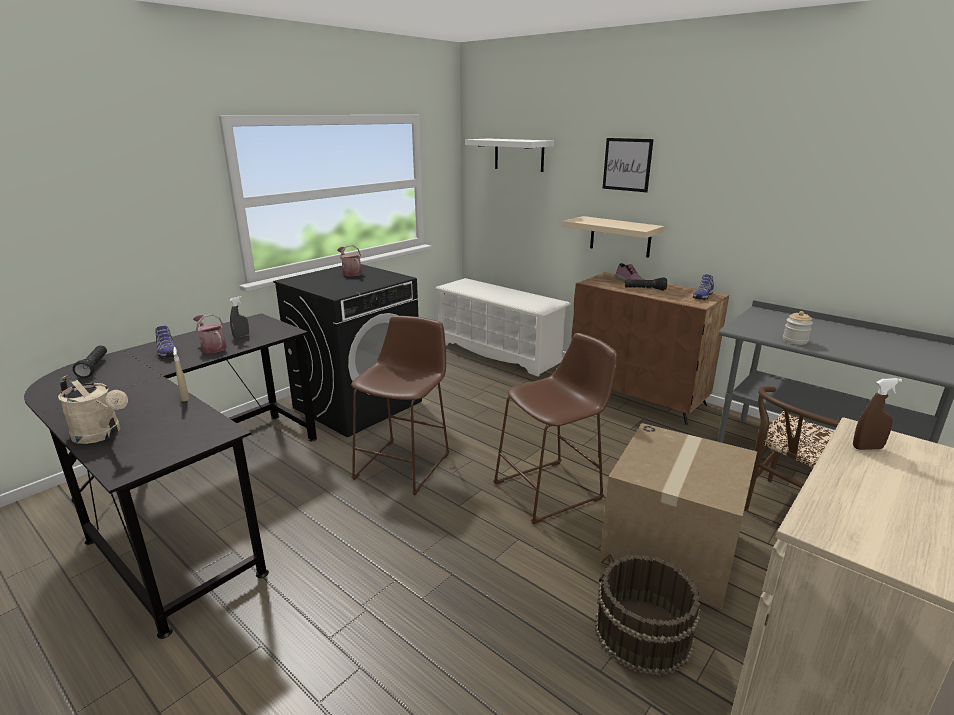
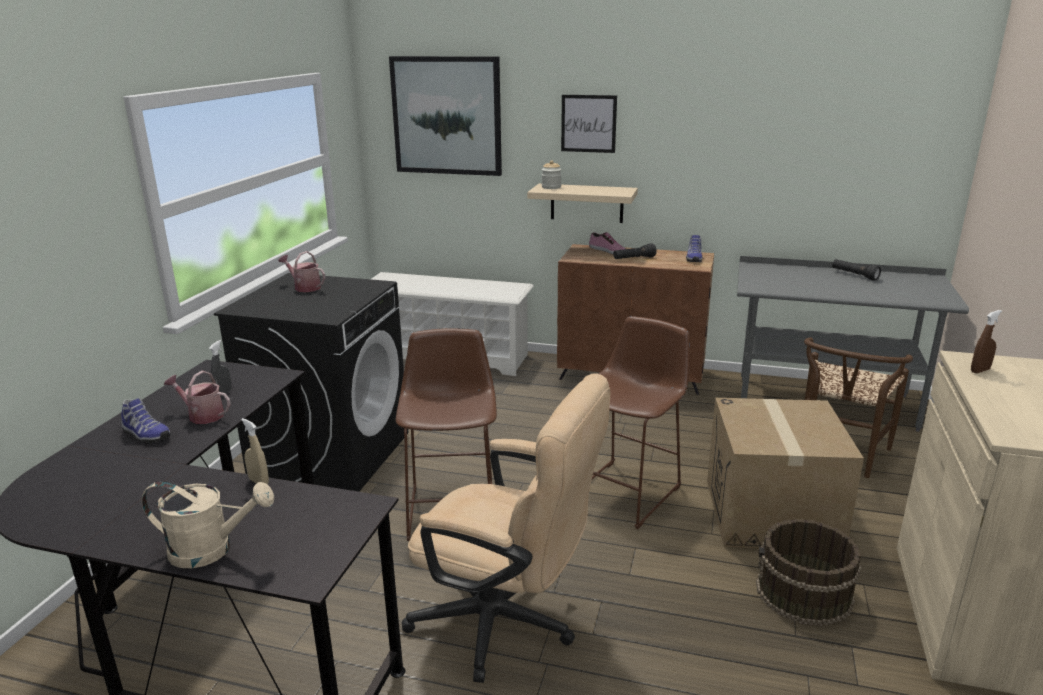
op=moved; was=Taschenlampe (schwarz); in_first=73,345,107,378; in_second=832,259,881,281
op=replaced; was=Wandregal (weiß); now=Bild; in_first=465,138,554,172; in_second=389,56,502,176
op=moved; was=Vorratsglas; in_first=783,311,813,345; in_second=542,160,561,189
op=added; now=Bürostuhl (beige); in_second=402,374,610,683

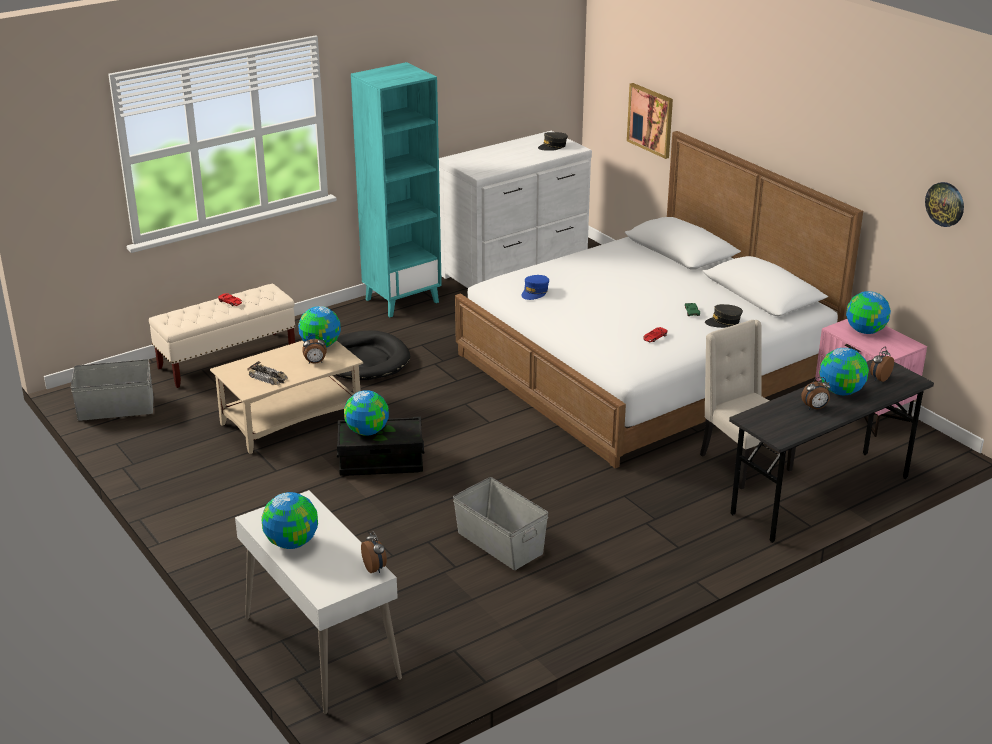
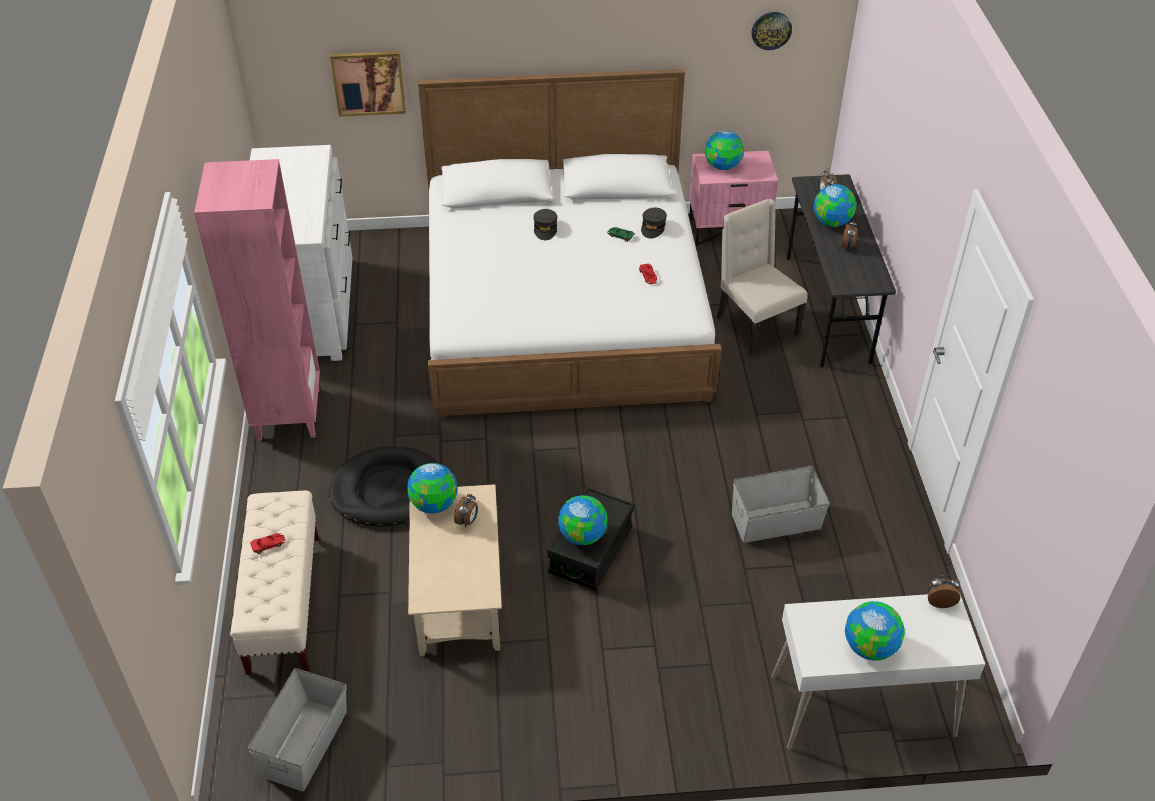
op=removed; was=Spielzeugauto; in_first=247,361,288,385
op=recoloured; was=Bücherregal (türkis); now=Bücherregal (rosa); in_first=351,62,442,317; in_second=194,159,320,441
op=removed; was=Kappe (blau); in_first=521,275,549,300
op=moved; was=Kappe (grau); in_first=538,132,568,151; in_second=533,209,557,240
op=turned; was=Stuhl (beige); in_first=700,320,796,489; in_second=717,199,808,356; clockwise=60

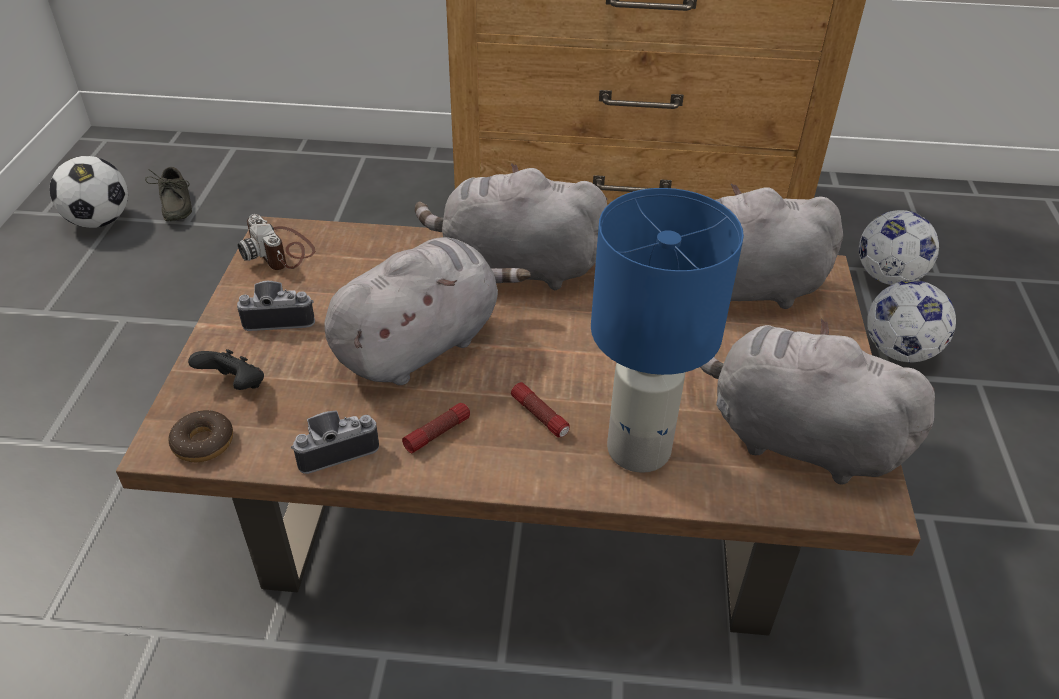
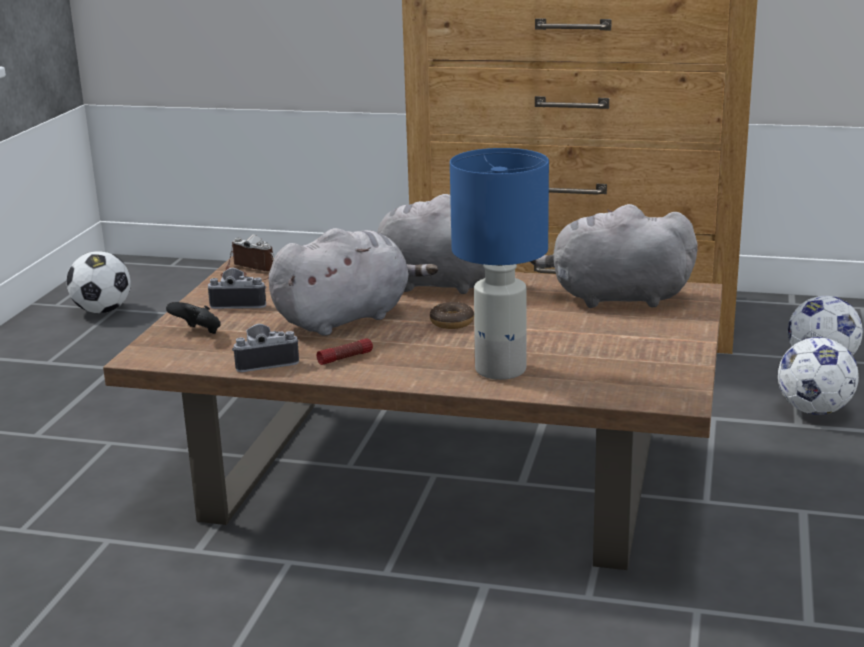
op=removed; was=Schuh (grau); in_first=145,167,192,221
op=moved; was=Donut; in_first=169,410,233,462; in_second=430,302,474,329
op=turned; was=Kamera; in_first=238,214,315,270; in_second=221,234,275,280; clockwise=150
op=removed; was=Taschenlampe; in_first=511,382,570,437
op=removed; was=Plüschtier (grau); in_first=700,319,935,485

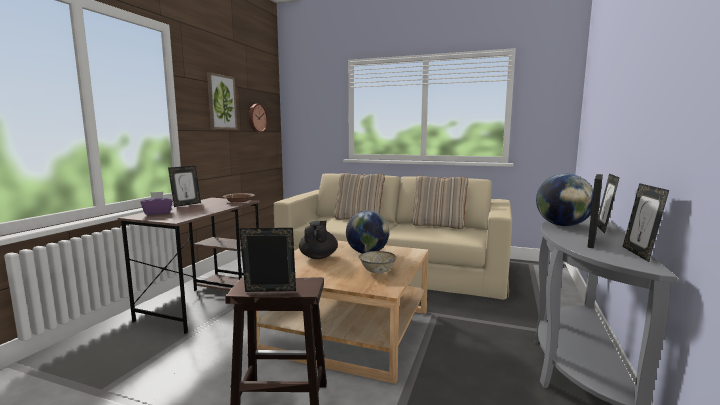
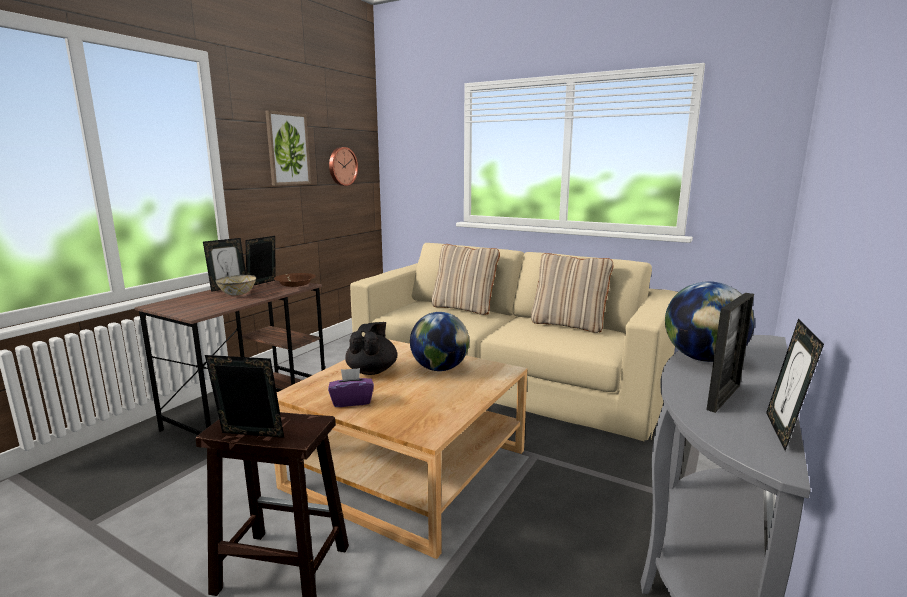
op=moved; was=Taschentuchbox (lila); in_first=141,192,173,215; in_second=328,368,374,407
op=moved; was=Schüssel; in_first=359,251,396,273; in_second=215,275,256,295
op=moved; was=Bilderrahmen; in_first=597,174,619,234; in_second=245,236,275,285

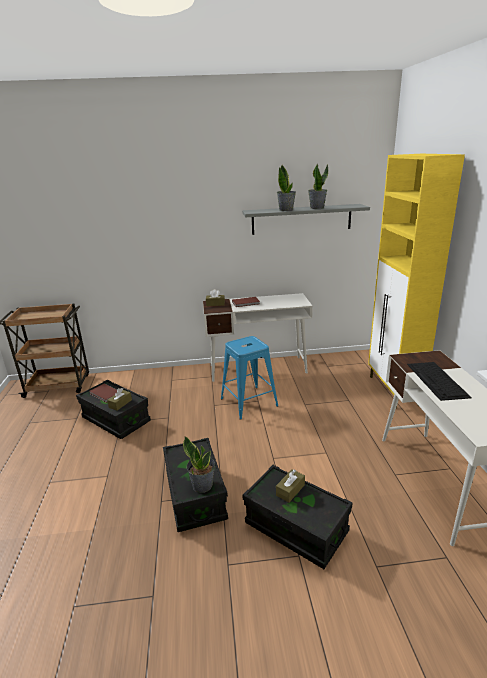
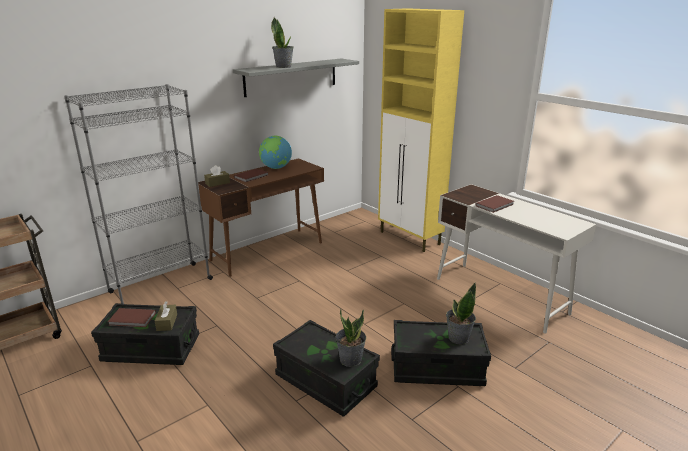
op=recoloured; was=Schreibtisch (weiß); now=Schreibtisch (braun); in_first=203,293,313,382; in_second=198,158,324,277
op=removed; was=Hocker (blau); in_first=221,336,278,420
op=removed; was=Taschentuchbox (braun); in_first=276,469,305,502
op=moved; was=Topfpflanze; in_first=308,164,328,209; in_second=446,283,476,345
op=replaced; was=Tastatur; now=Buch (braun); in_first=407,362,472,401; in_second=475,195,514,213
op=added; now=Bücherregal (grau); in_second=64,84,213,304
op=added; now=Globus; in_second=259,136,292,169

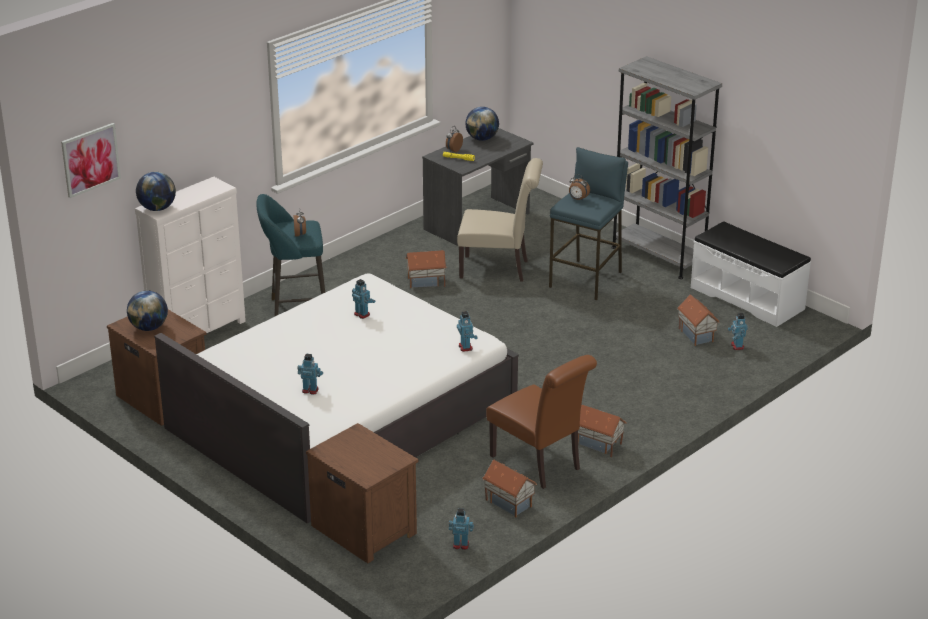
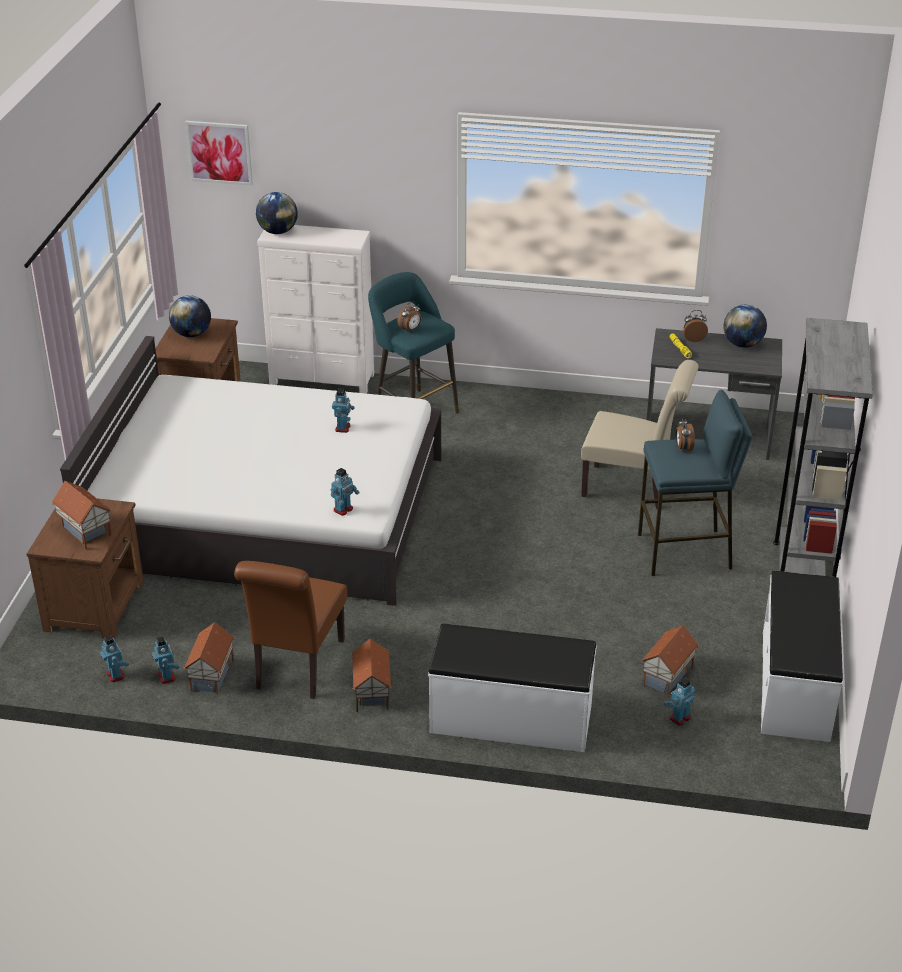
op=moved; was=Spielzeugroboter; in_first=297,353,323,395; in_second=152,637,179,684
op=moved; was=Spielzeughaus; in_first=406,250,447,288; in_second=52,481,112,549
op=turned; was=Stuhl (beige); in_first=457,158,543,282; in_second=581,360,699,509; clockwise=-45
op=added; now=Bank (weiß); in_second=428,624,597,752

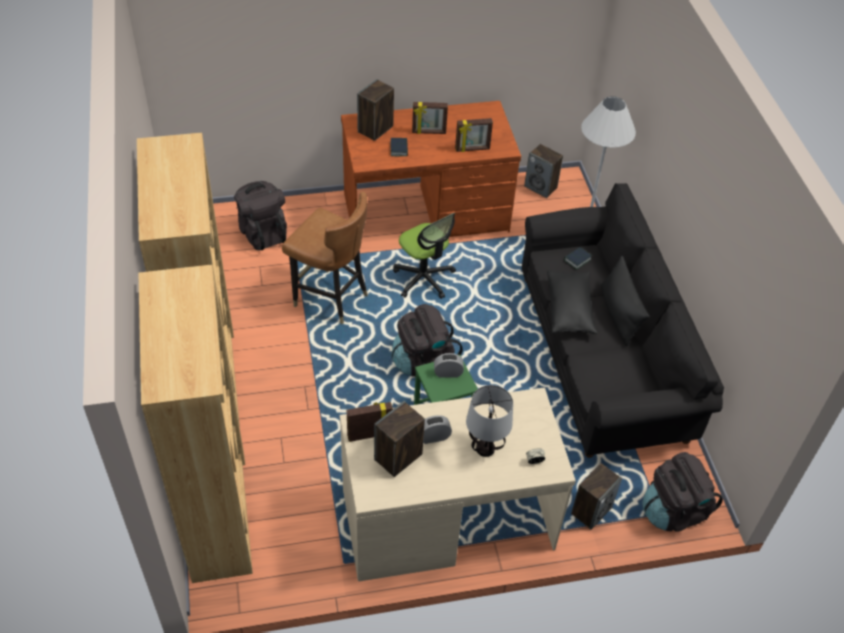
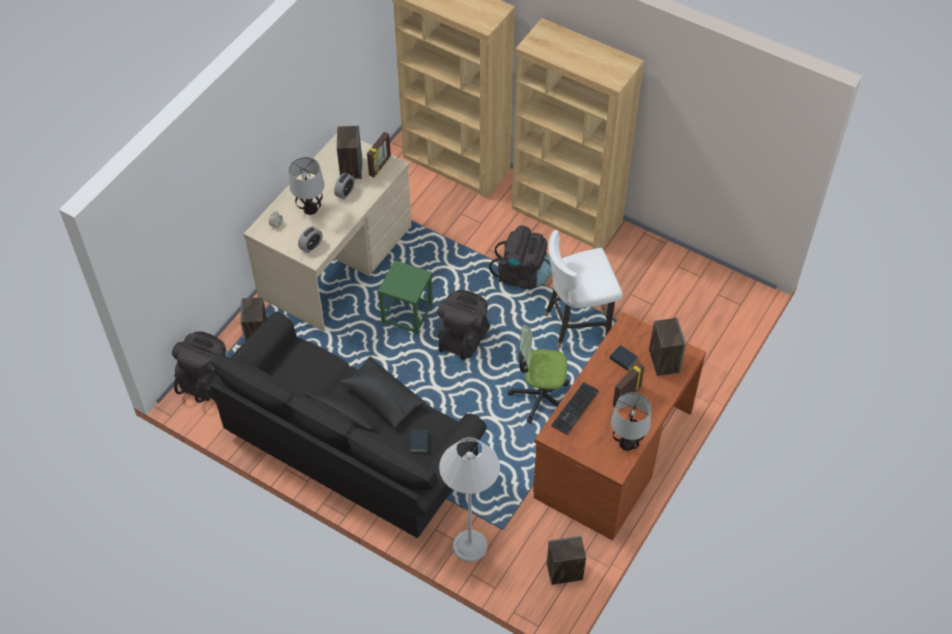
op=moved; was=Rucksack (schwarz); in_first=234,181,287,250; in_second=489,226,552,289
op=recoloured; was=Stuhl (braun); now=Stuhl (weiß); in_first=282,192,368,324; in_second=545,230,623,349
op=moved; was=Wecker; in_first=434,353,464,377; in_second=298,226,323,253
op=replaced; was=Bilderrahmen; now=Tastatur; in_first=455,118,493,152; in_second=551,382,599,435
op=added; now=Tischlampe; in_second=611,392,651,451

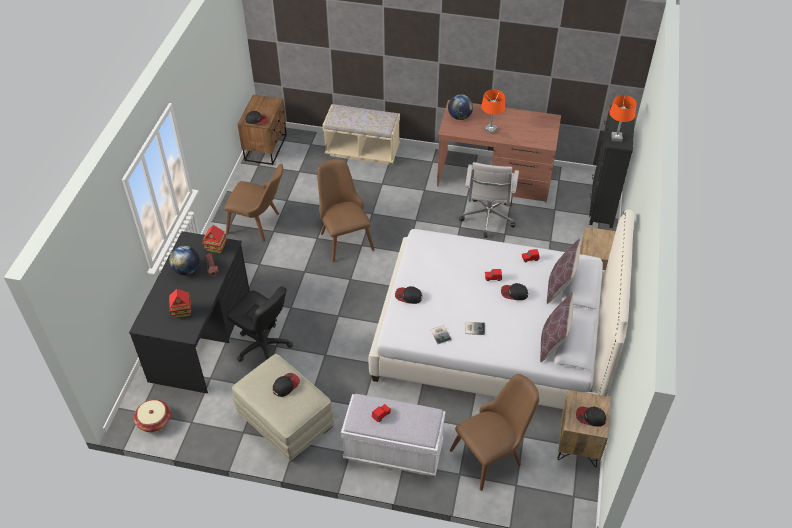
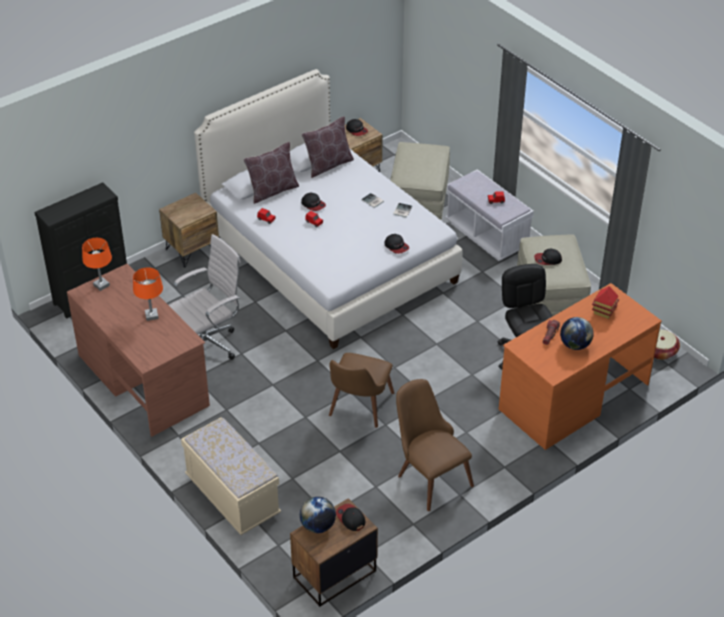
op=recoloured; was=Schreibtisch (schwarz); now=Schreibtisch (orange); in_first=129,231,250,393; in_second=499,283,662,450
op=removed; was=Spielzeughaus; in_first=202,225,227,253
op=moved; was=Globus; in_first=448,94,473,120; in_second=300,497,336,533
op=replaced; was=Stuhl (braun); now=Polsterhocker (beige); in_first=450,374,539,491; in_second=390,142,450,220
op=moved; was=Tischlampe (orange); in_first=610,95,637,142; in_second=82,238,112,291

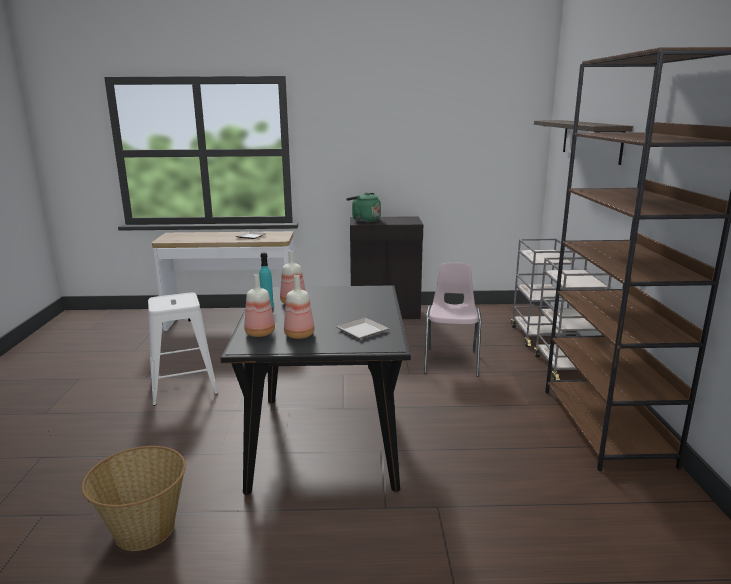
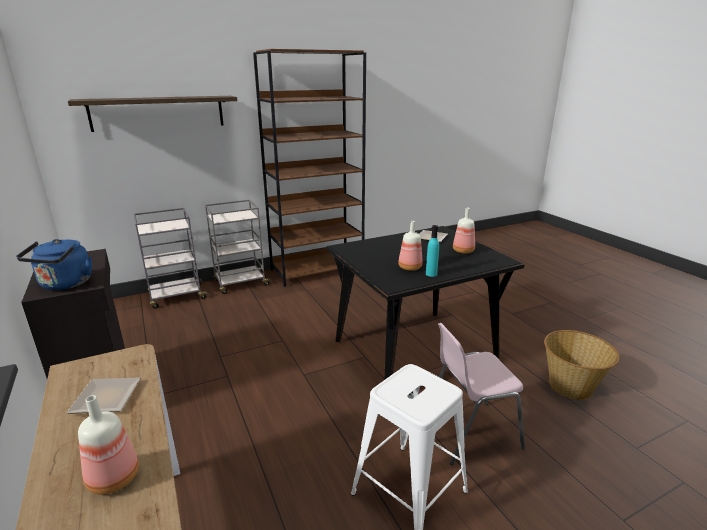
op=moved; was=Flasche; in_first=244,274,275,337; in_second=78,395,139,495
op=recoloured; was=Wasserkessel (grün); now=Wasserkessel (blau); in_first=346,192,381,222; in_second=16,239,92,290
op=moved; was=Stuhl (rosa); in_first=424,262,481,377; in_second=438,323,525,465

